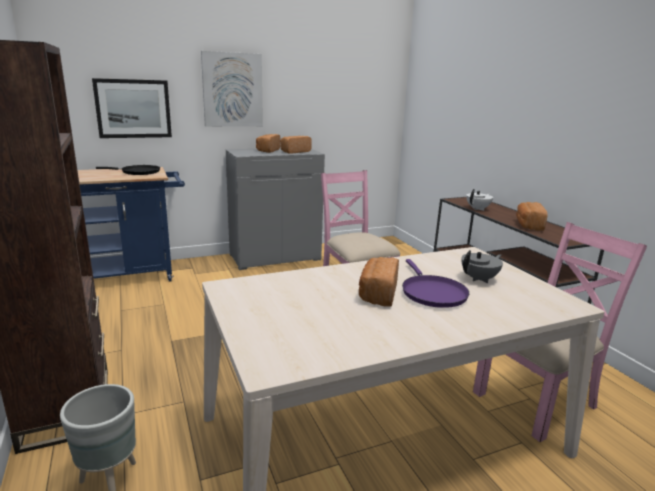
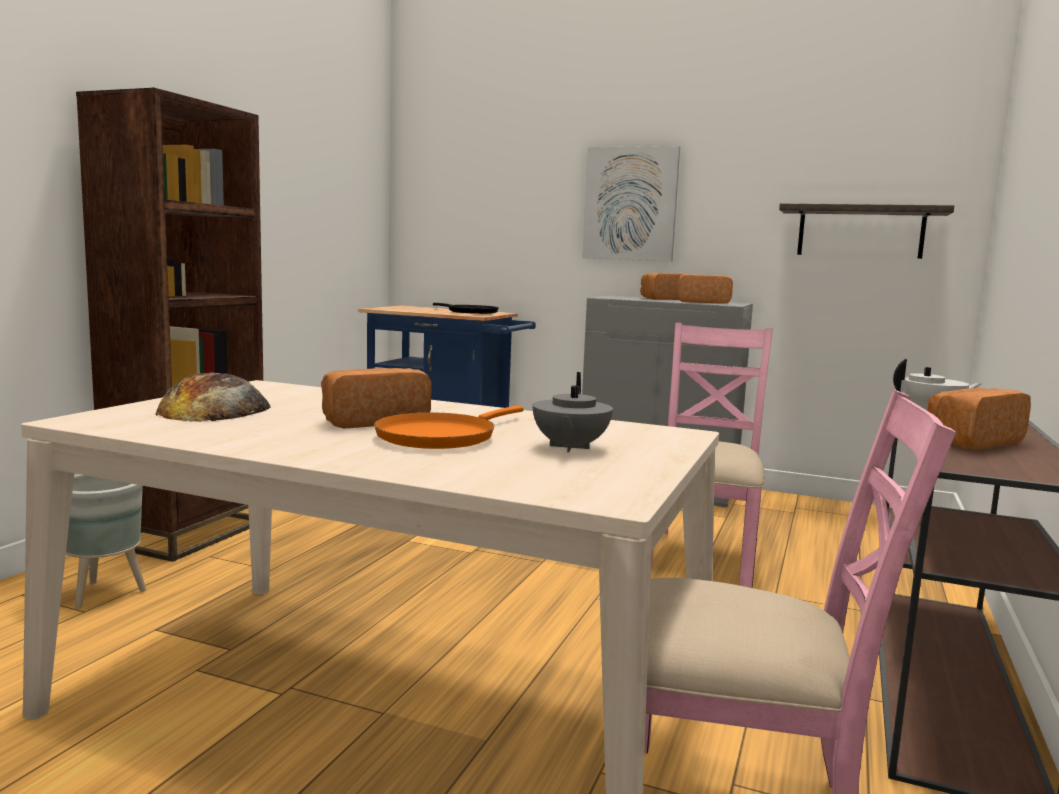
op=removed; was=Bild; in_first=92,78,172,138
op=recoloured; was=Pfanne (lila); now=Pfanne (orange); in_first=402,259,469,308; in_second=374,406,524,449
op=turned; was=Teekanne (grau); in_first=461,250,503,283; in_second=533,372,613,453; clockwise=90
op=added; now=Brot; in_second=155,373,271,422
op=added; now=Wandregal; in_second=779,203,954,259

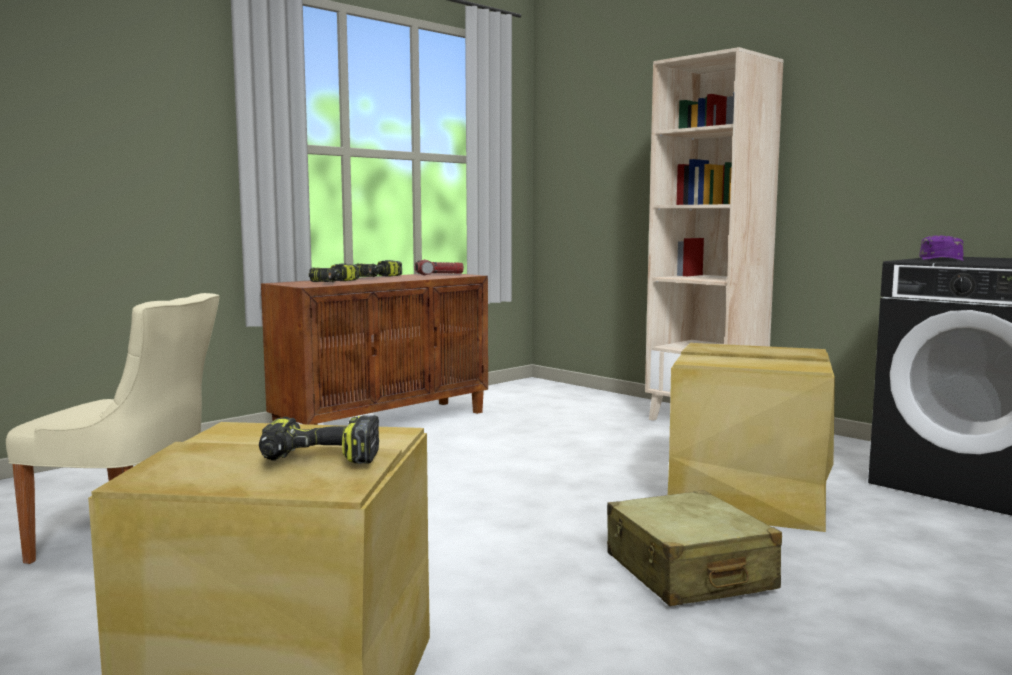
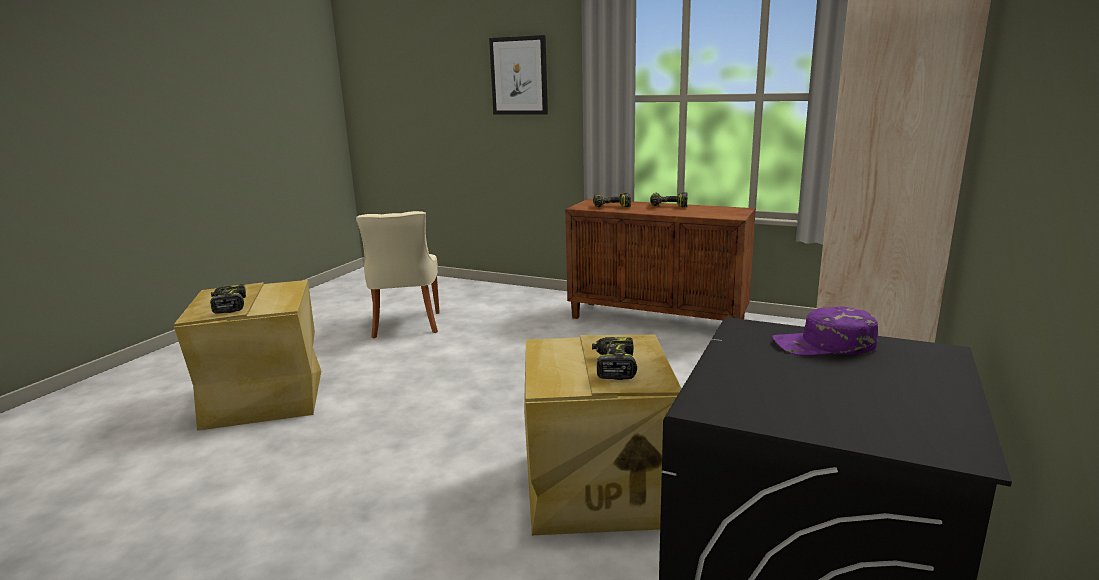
op=removed; was=Taschenlampe; in_first=415,259,464,275
op=removed; was=Koffer (beige); in_first=607,490,782,606
op=added; now=Bild; in_second=489,35,548,115
op=added; now=Bohrmaschine; in_second=592,337,637,380

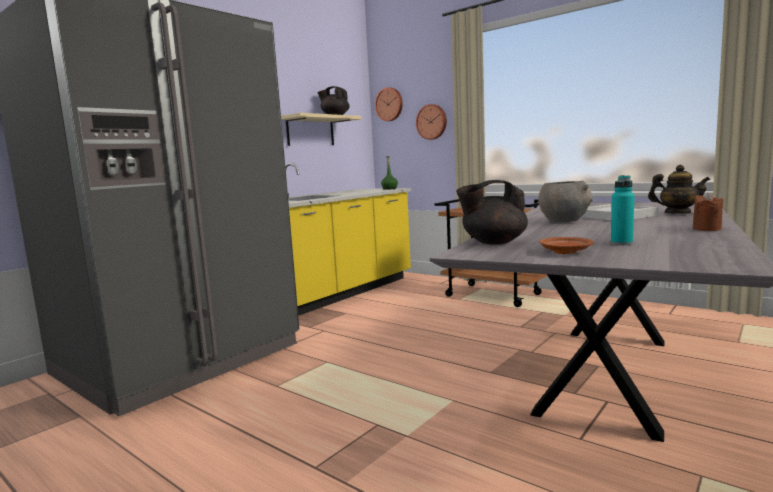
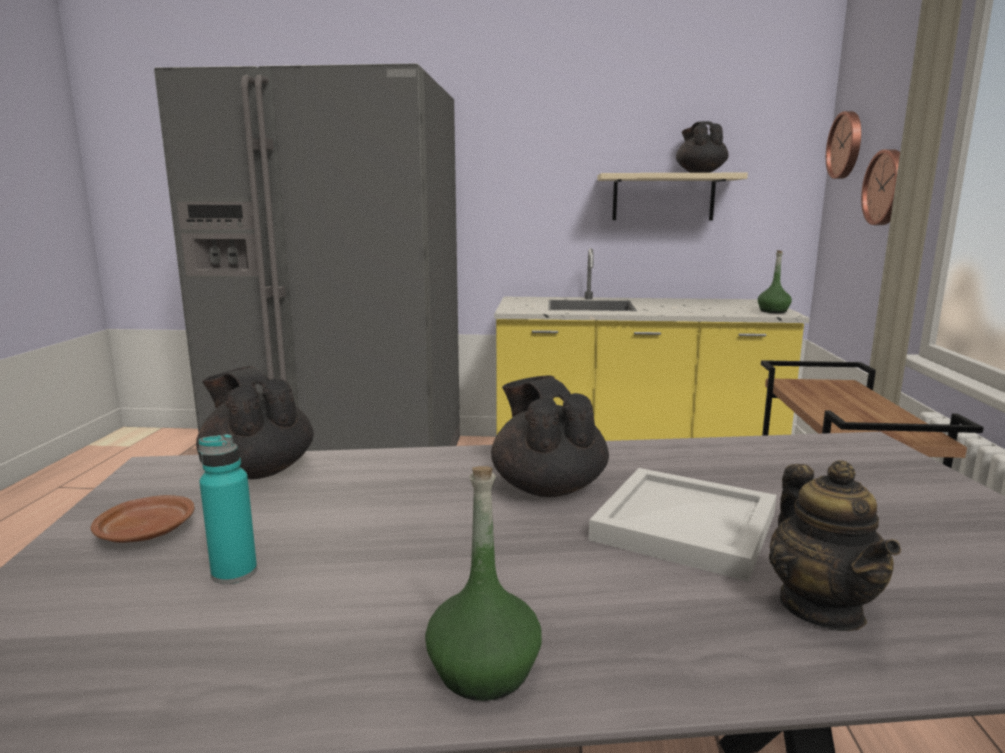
op=replaced; was=Schüssel (grau); now=Teekanne (schwarz); in_first=538,181,593,222; in_second=491,375,609,497
op=replaced; was=Kerze (braun); now=Flasche (grün); in_first=693,193,723,231; in_second=425,466,542,701

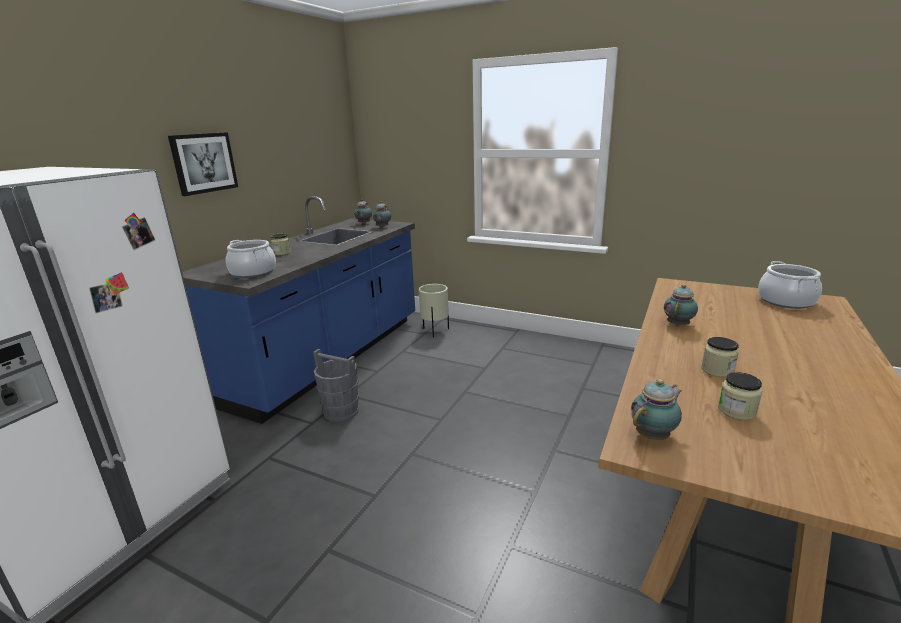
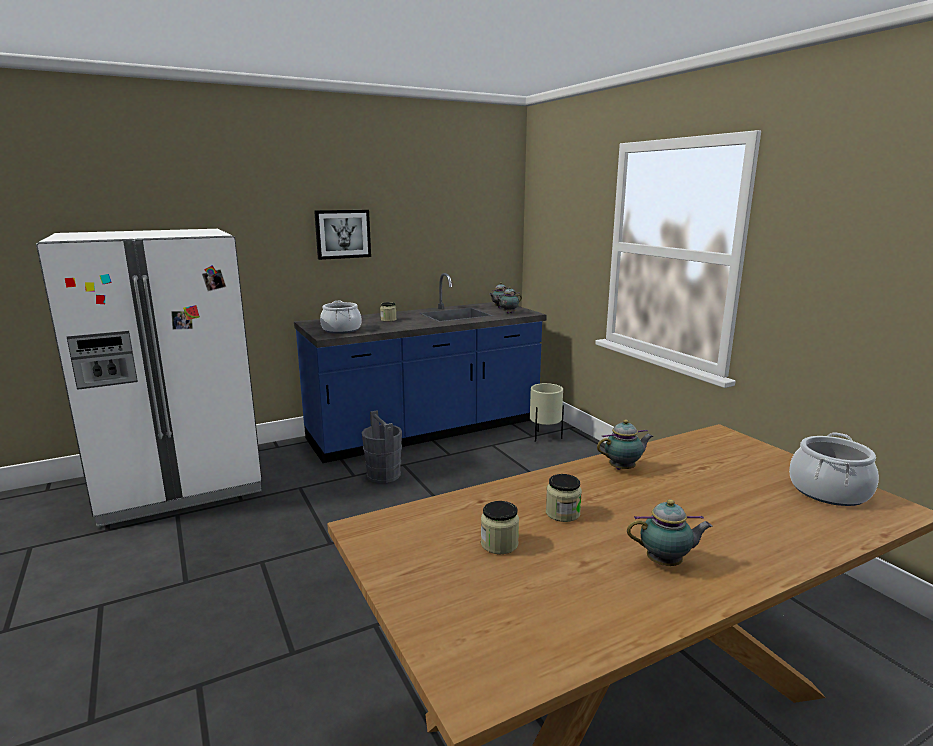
op=moved; was=Teekanne; in_first=631,379,682,440; in_second=627,499,712,566

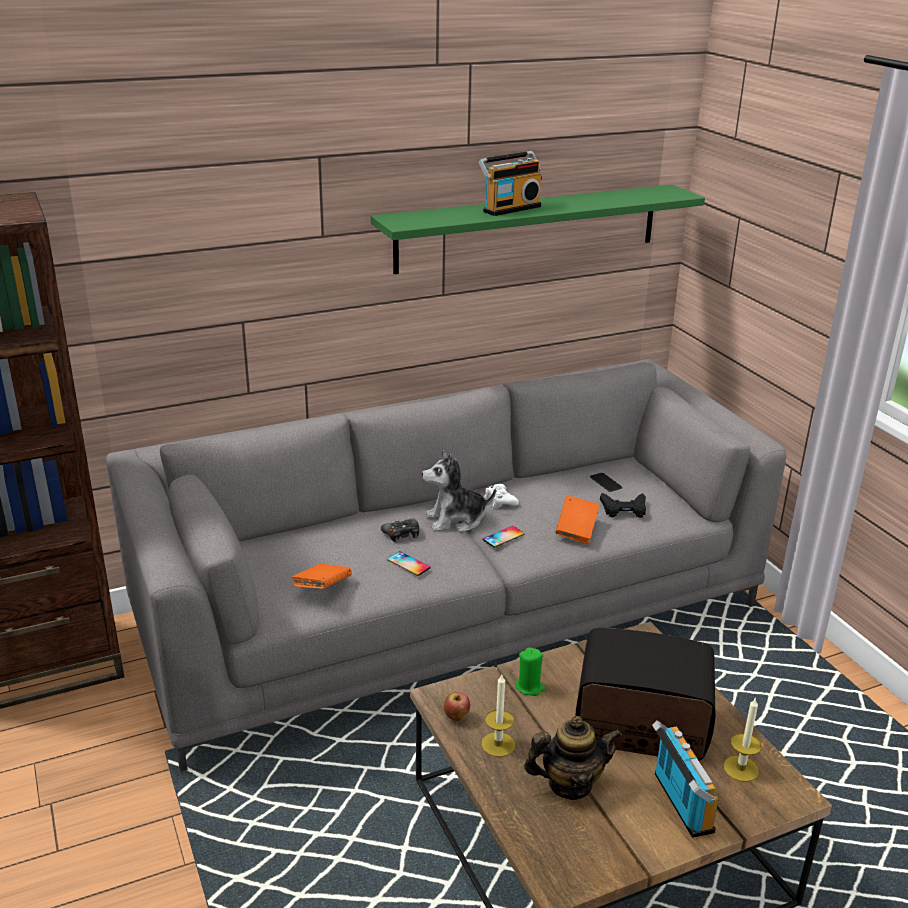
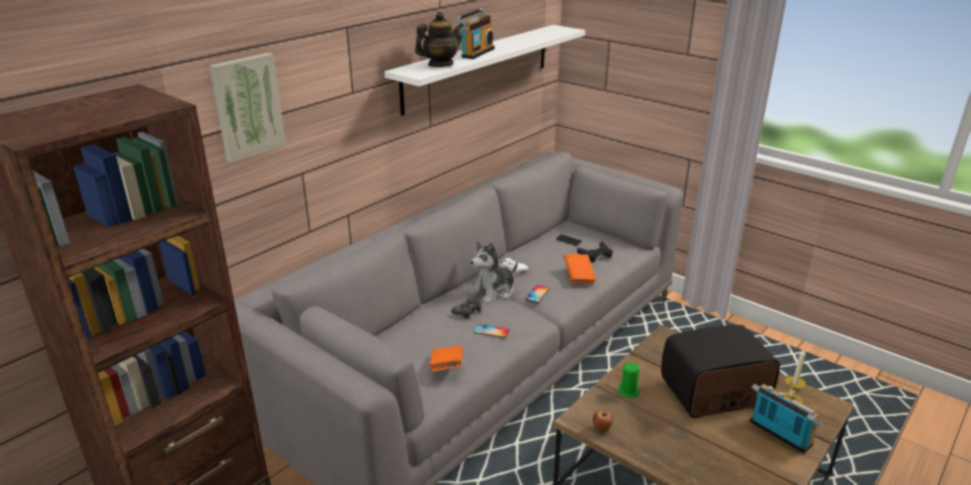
op=recoloured; was=Wandregal (grün); now=Wandregal (weiß); in_first=371,185,705,274; in_second=384,25,585,116
op=removed; was=Kerze; in_first=481,675,515,757
op=moved; was=Teekanne; in_first=524,716,622,800; in_second=415,12,464,67
op=added; now=Bild; in_second=209,52,286,163

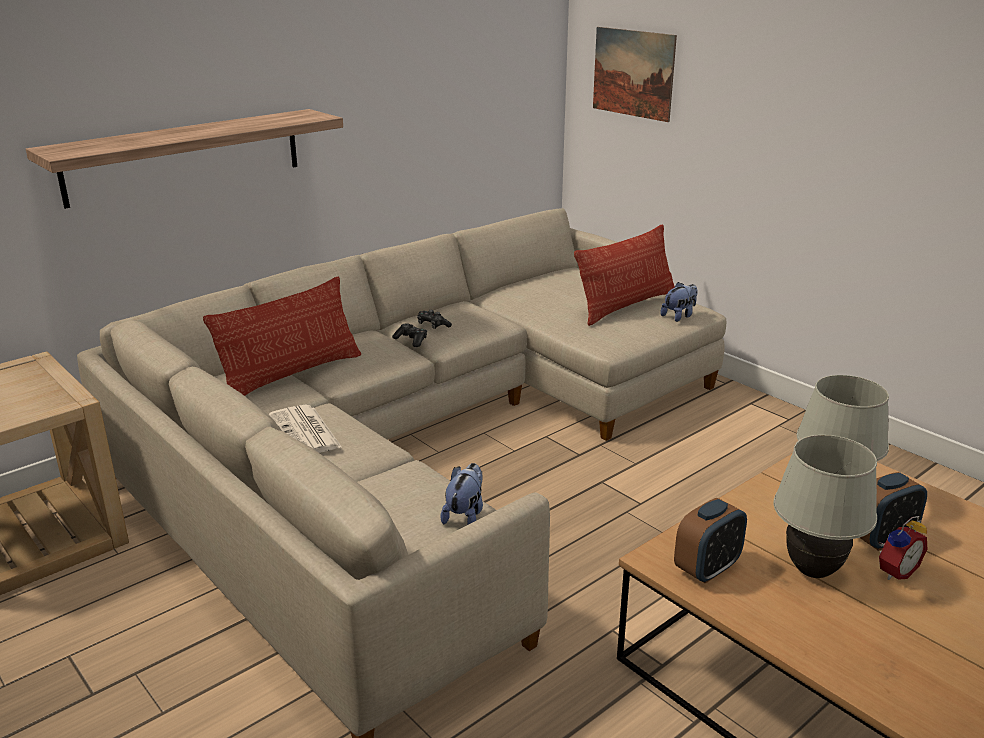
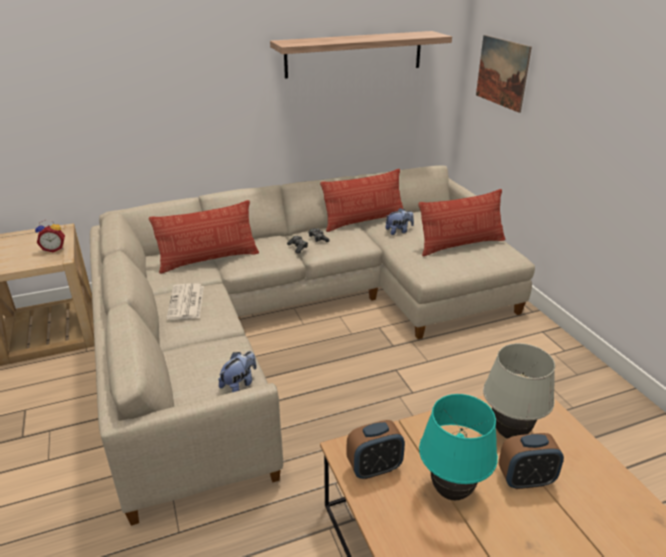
op=moved; was=Wandregal; in_first=26,109,343,209; in_second=270,31,452,79
op=moved; was=Plüschtier; in_first=661,282,698,322; in_second=385,208,414,235
op=recoloured; was=Tischlampe (weiß); now=Tischlampe (türkis); in_first=773,435,877,578; in_second=419,394,498,500
op=moved; was=Wecker; in_first=879,516,927,580; in_second=35,220,65,252
op=added; now=Kissen; in_second=320,169,403,232

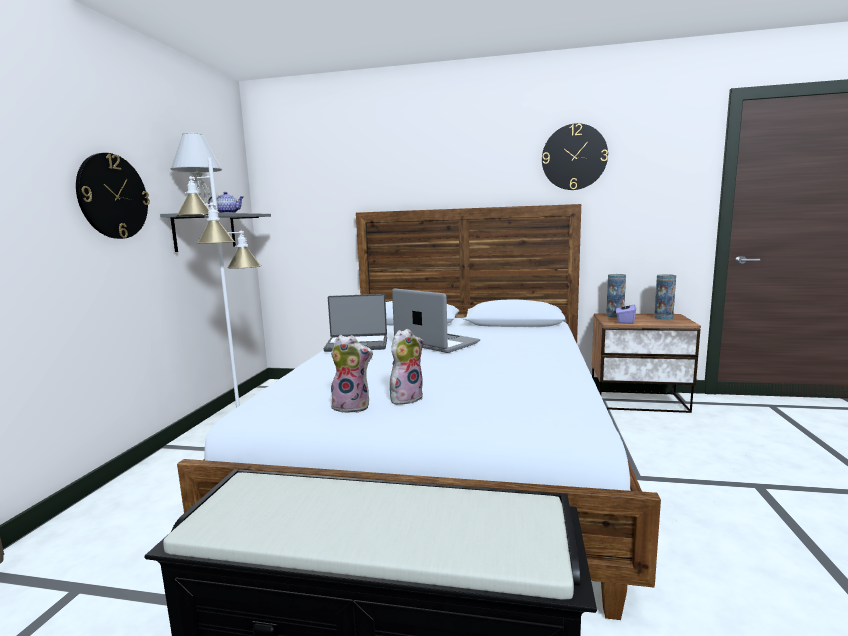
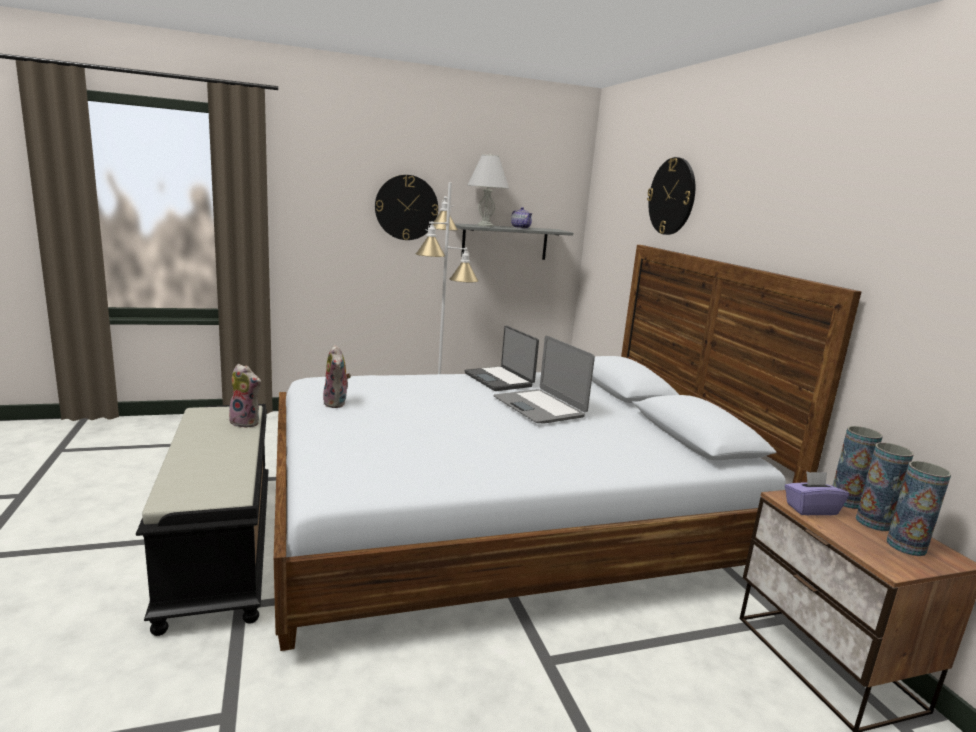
op=moved; was=Plüschtier; in_first=390,329,423,405; in_second=226,364,261,428
op=turned; was=Laptop; in_first=392,288,480,353; in_second=494,336,595,423; clockwise=135
op=moved; was=Wanduhr; in_first=542,123,608,190; in_second=647,157,695,235
op=added; now=Vase; in_second=856,442,914,531

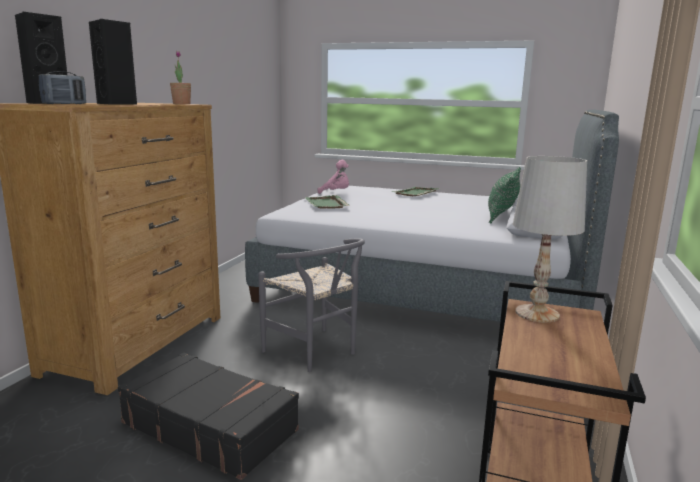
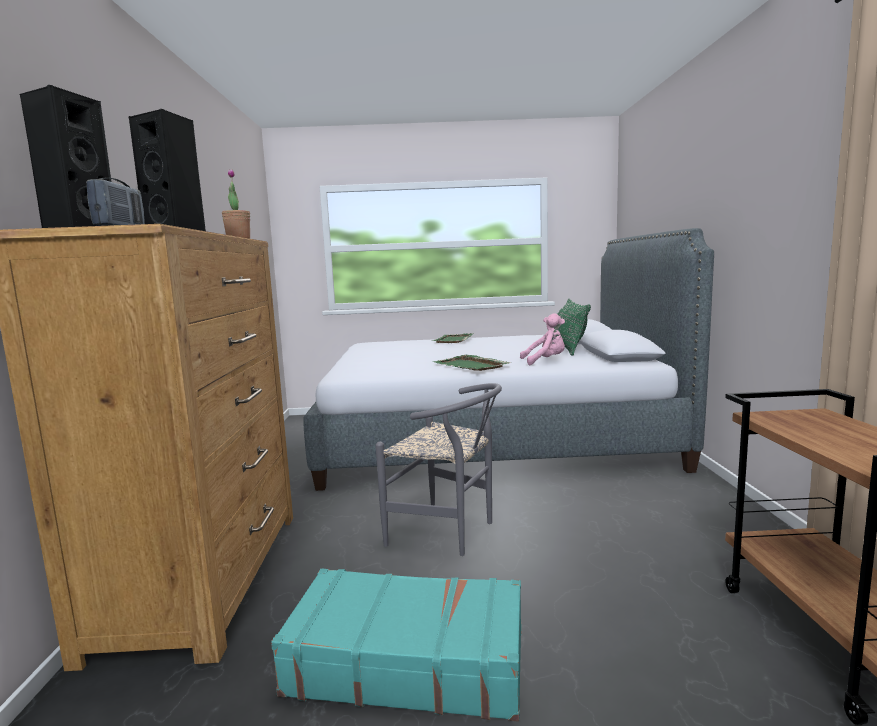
op=recoloured; was=Koffer (schwarz); now=Koffer (türkis); in_first=118,353,299,480; in_second=271,569,521,721
op=moved; was=Tablett (grün); in_first=305,195,350,209; in_second=433,355,512,371
op=moved; was=Plüschtier (rosa); in_first=318,160,349,194; in_second=520,313,565,365
op=removed; was=Tischlampe (weiß); in_first=513,156,587,323

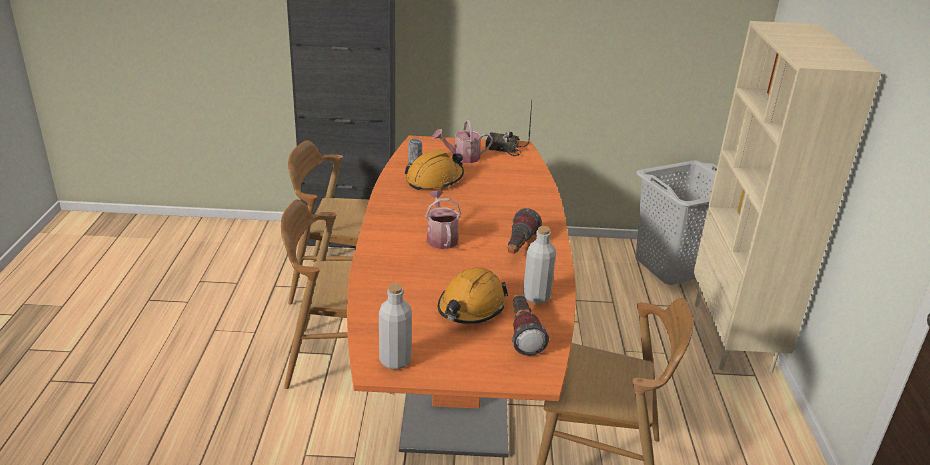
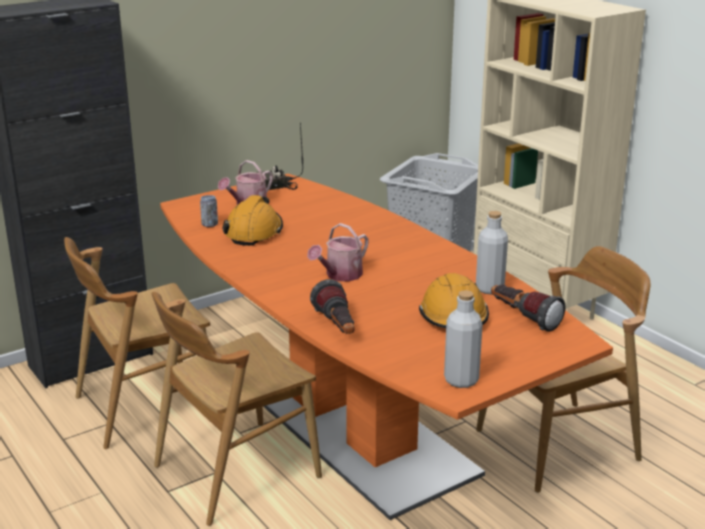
op=turned; was=Gießkanne; in_first=425,191,461,249; in_second=307,223,369,282; clockwise=-90
op=moved; was=Taschenlampe; in_first=508,208,542,254; in_second=310,279,354,334

